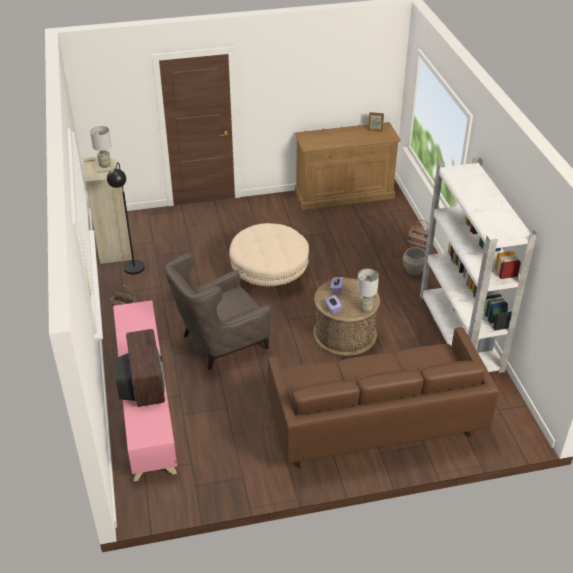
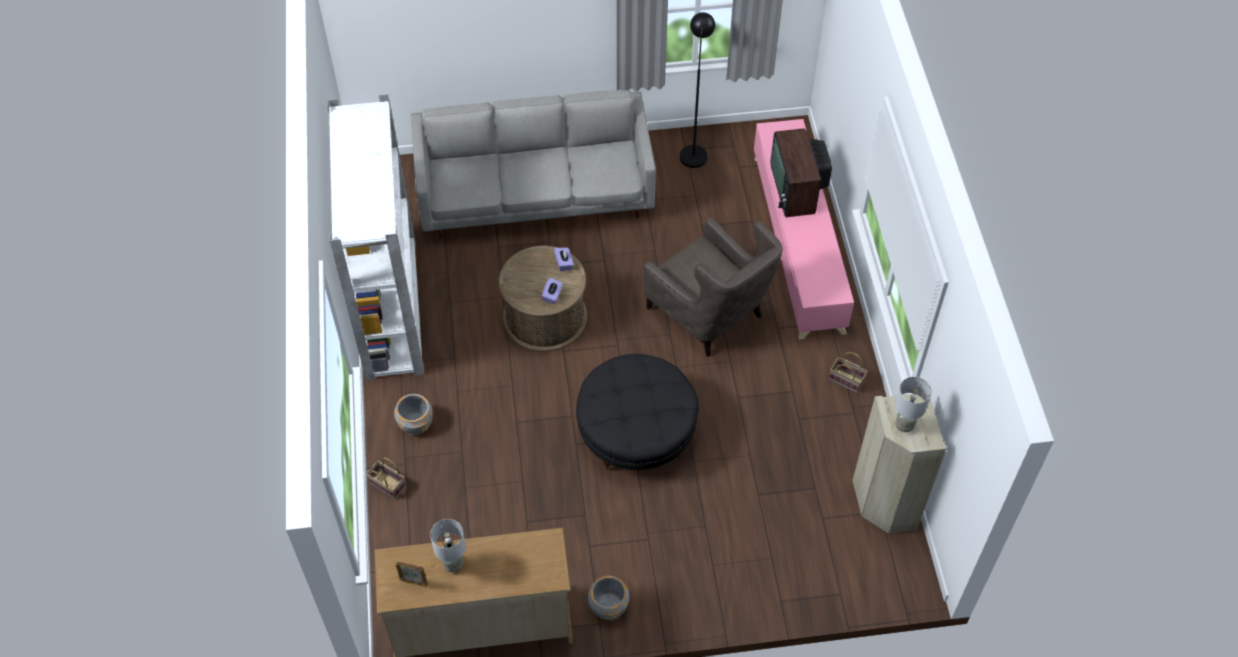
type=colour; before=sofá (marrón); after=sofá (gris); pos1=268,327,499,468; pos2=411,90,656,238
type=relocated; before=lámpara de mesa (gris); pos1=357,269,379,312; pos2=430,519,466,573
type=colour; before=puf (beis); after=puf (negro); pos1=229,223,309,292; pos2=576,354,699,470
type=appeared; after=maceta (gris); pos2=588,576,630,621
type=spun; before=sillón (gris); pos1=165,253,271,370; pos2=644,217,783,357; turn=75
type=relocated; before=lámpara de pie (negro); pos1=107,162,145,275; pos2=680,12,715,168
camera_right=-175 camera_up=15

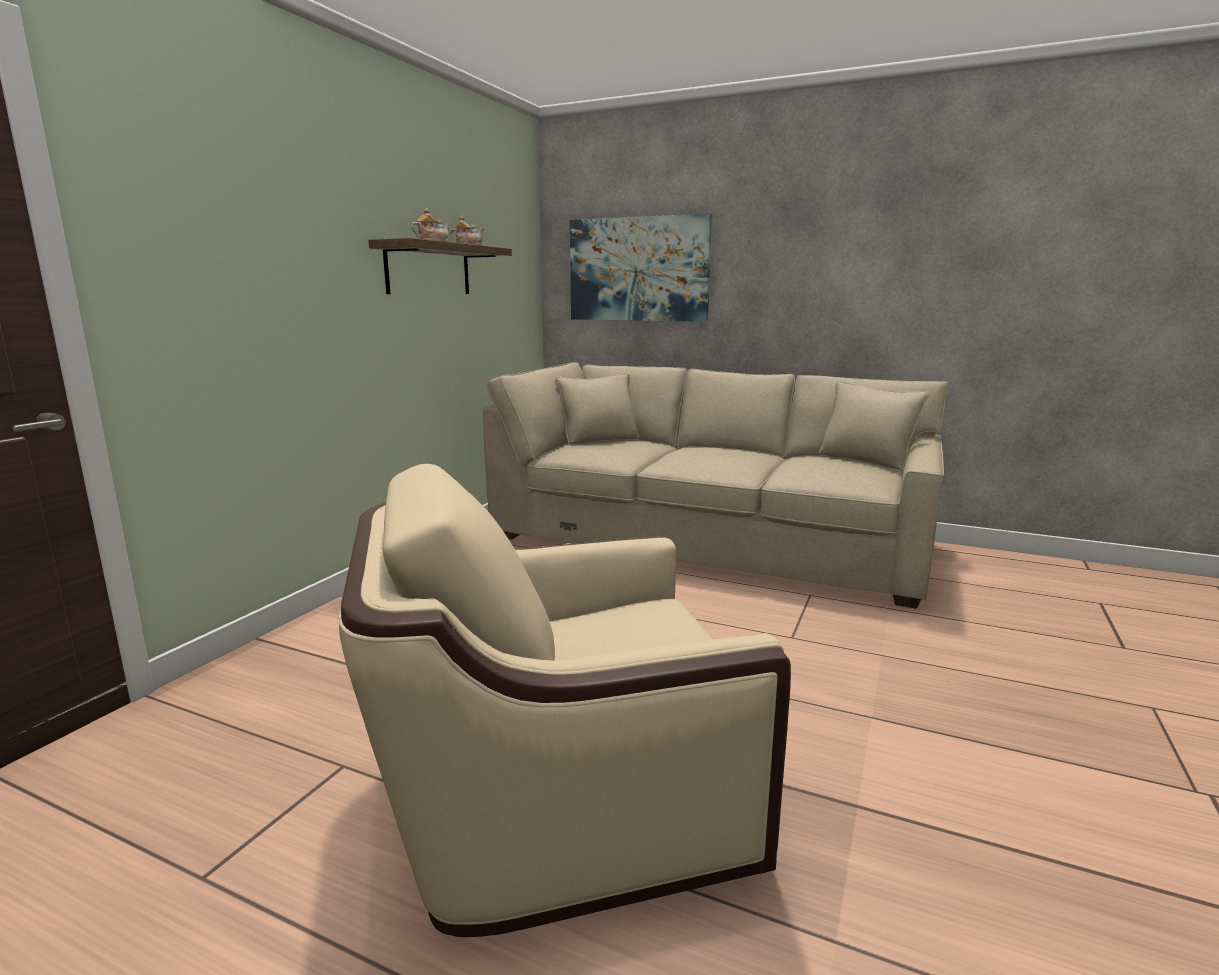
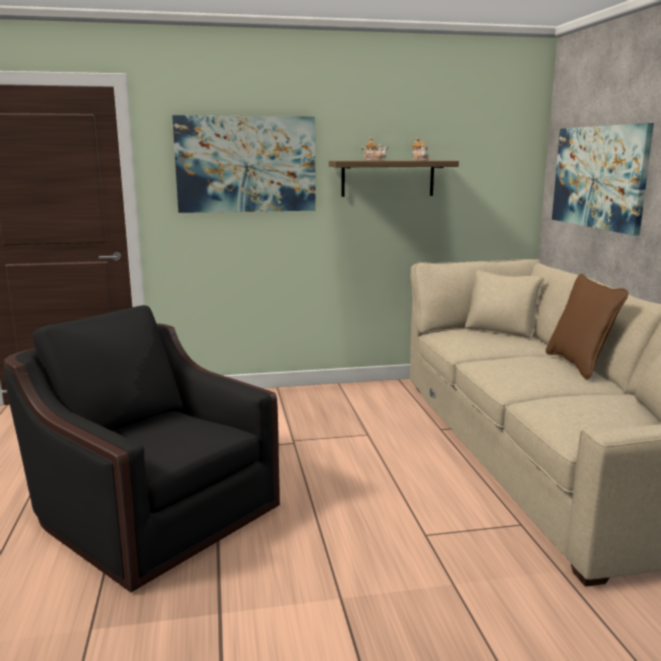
type=colour; before=sillón (beis); after=sillón (negro); pos1=339,464,791,937; pos2=4,305,280,592
type=appeared; after=cuadro; pos2=172,115,316,213
type=appeared; after=cojín (marrón); pos2=546,274,628,379
camera_right=55 camera_up=0

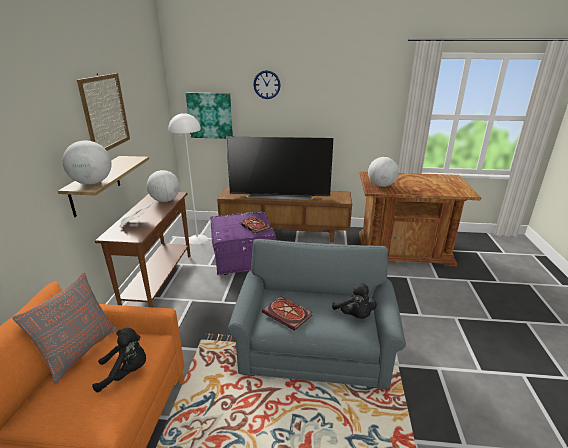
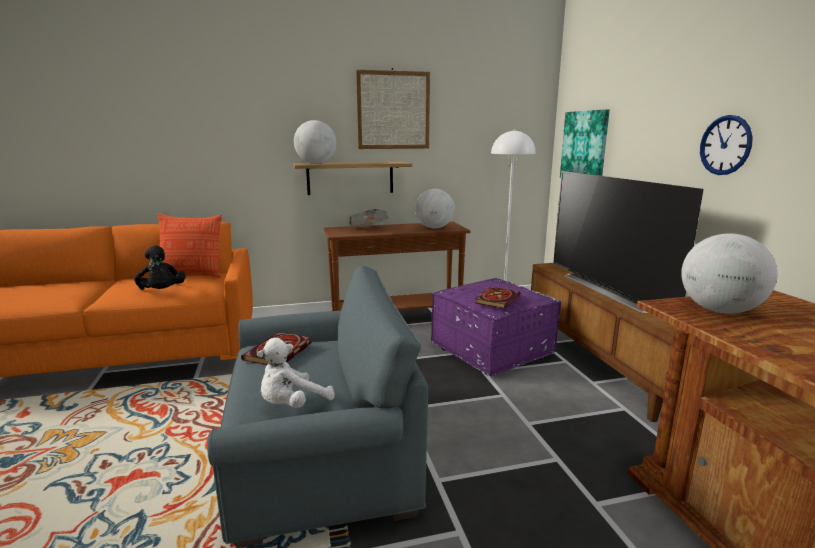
type=colour; before=cojín (gris); after=cojín (naranja); pos1=12,273,117,384; pos2=158,214,222,278
type=colour; before=peluche (negro); after=peluche (blanco); pos1=332,283,377,319; pos2=257,338,334,408
type=relocated; before=reloj de pared; pos1=253,70,281,99; pos2=700,115,753,175
camera_right=70 camera_up=-10

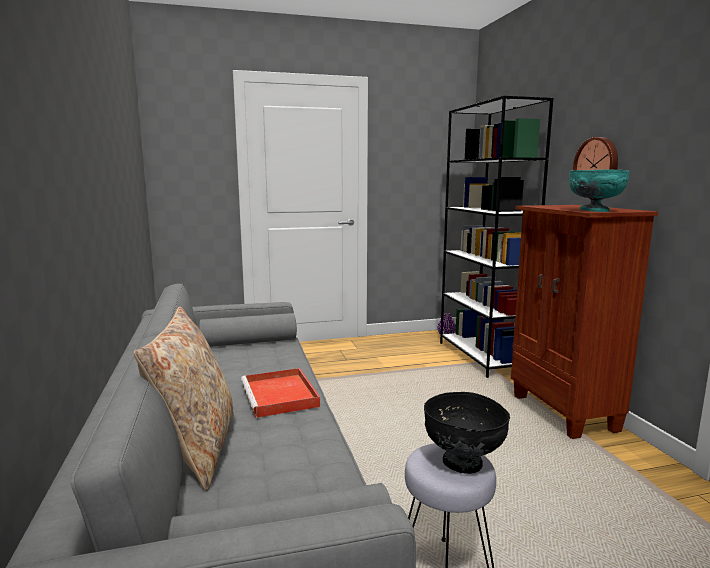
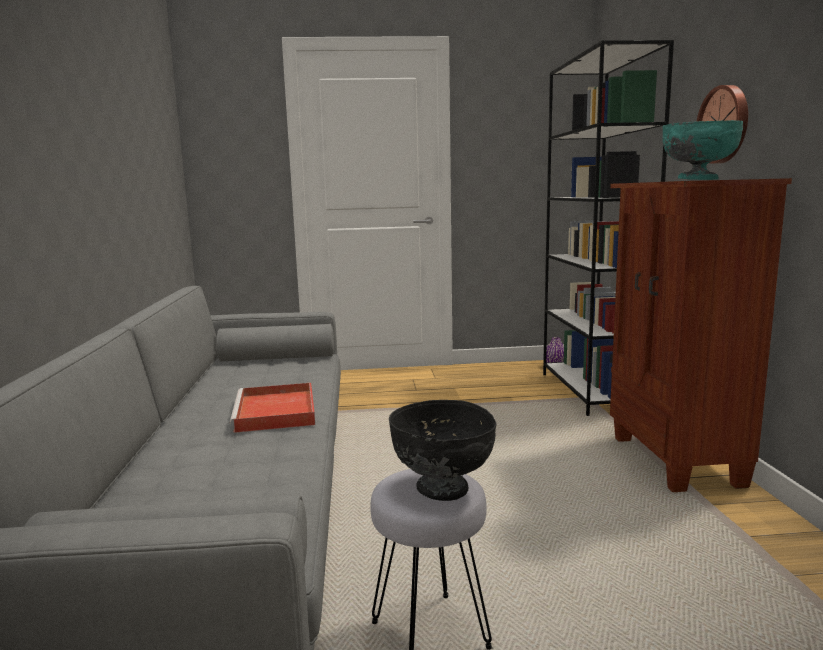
type=missing; before=cojín (beis); pos1=134,306,234,491
camera_right=10 camera_up=0

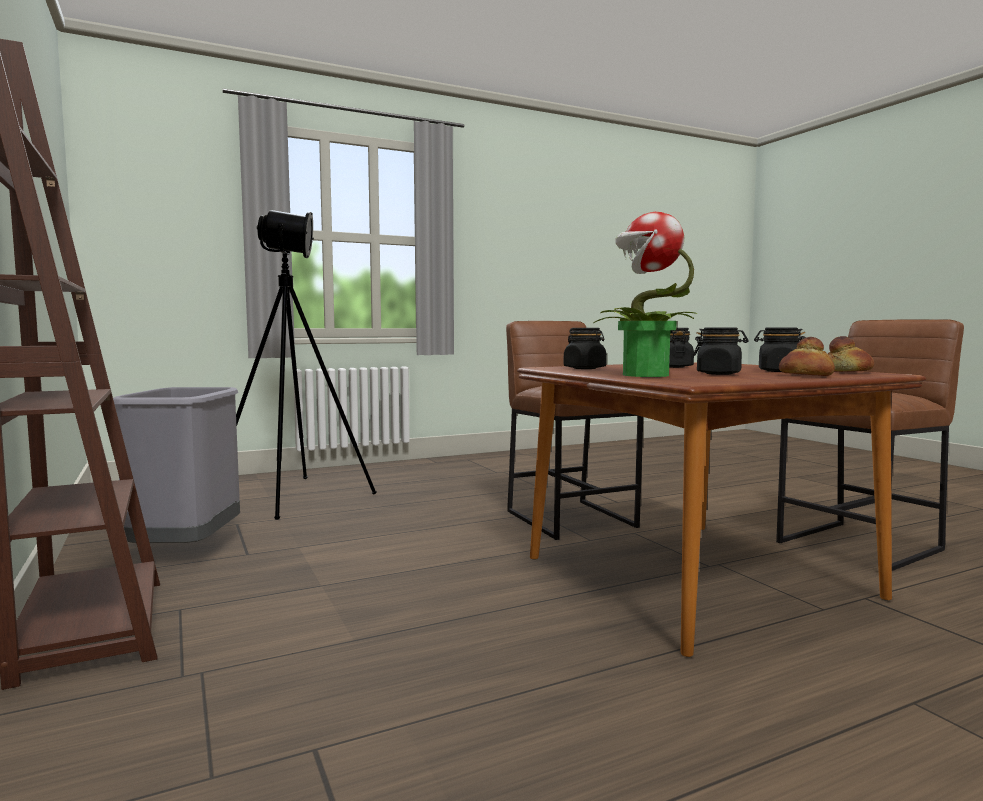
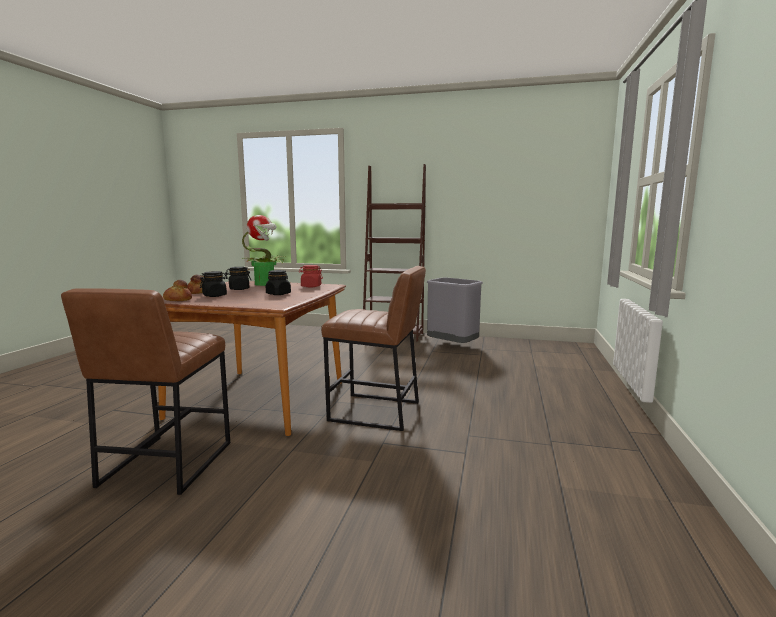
type=colour; before=tarro (negro); after=tarro (rojo); pos1=564,328,607,369; pos2=299,265,323,287
type=missing; before=lámpara de pie (negro); pos1=236,210,377,520
camera_right=130 camera_up=5

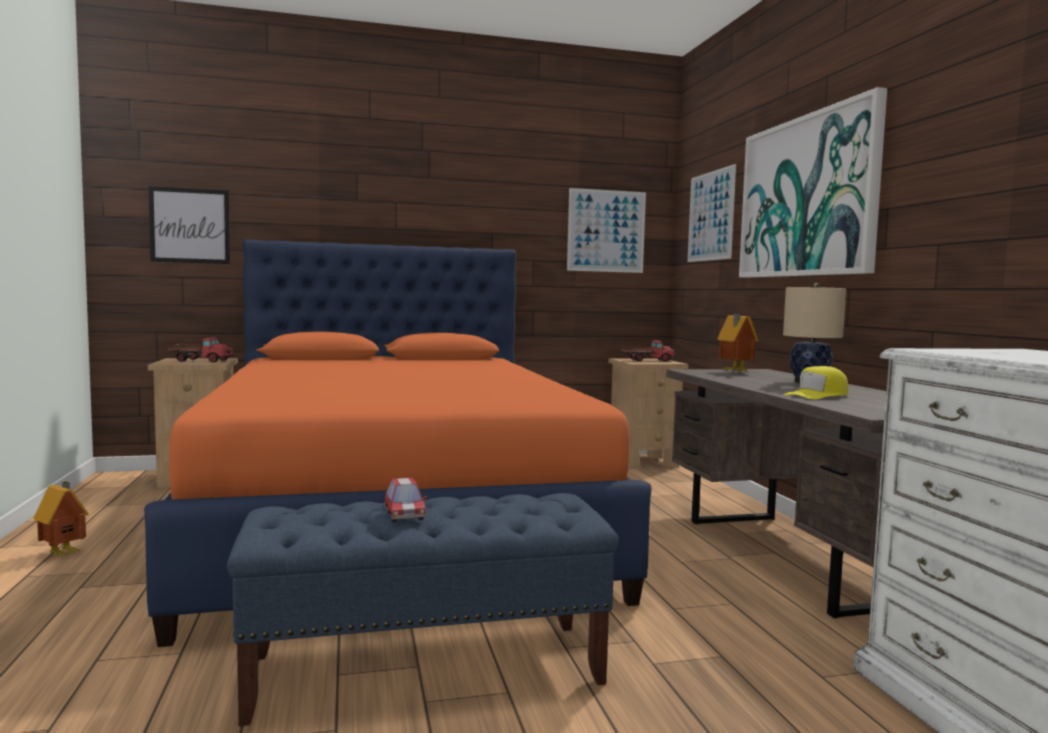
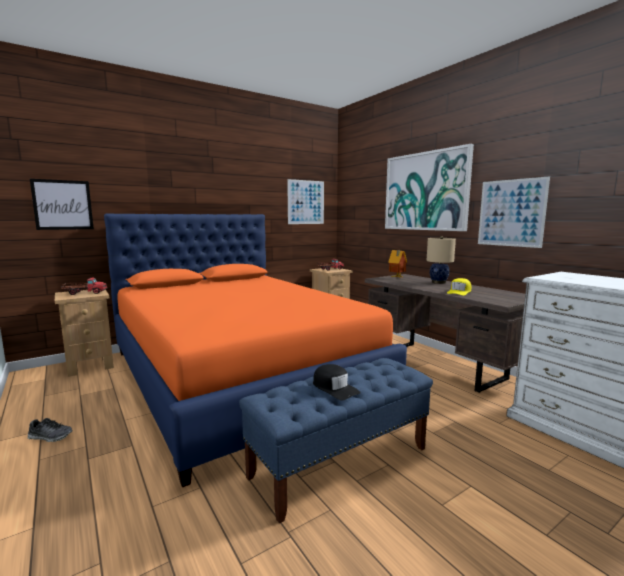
type=exchanged; before=casita; after=zapato; pos1=34,481,89,557; pos2=27,418,73,442
type=exchanged; before=coche de juguete; after=gorra (negro); pos1=385,478,427,522; pos2=313,364,361,401
type=relocated; before=cuadro; pos1=688,164,736,262; pos2=478,176,550,248
camera_right=-20 camera_up=5

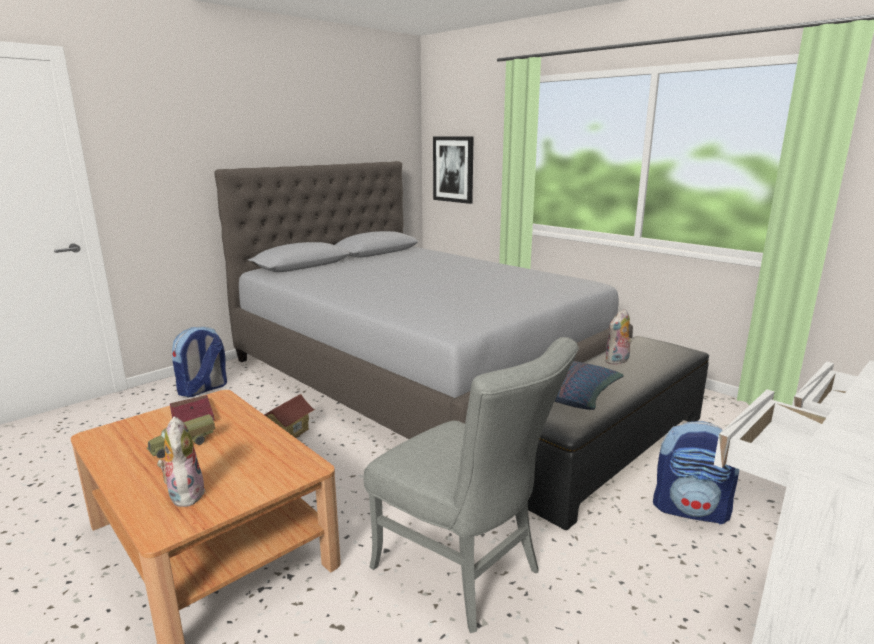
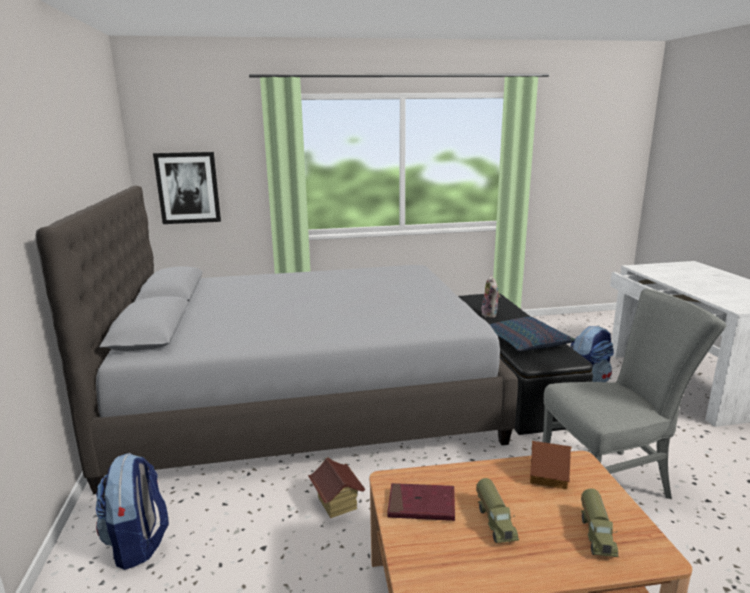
type=appeared; after=casita; pos2=530,441,572,489
type=exchanged; before=peluche; after=camión de juguete; pos1=157,416,205,507; pos2=581,489,619,557
camera_right=-55 camera_up=0

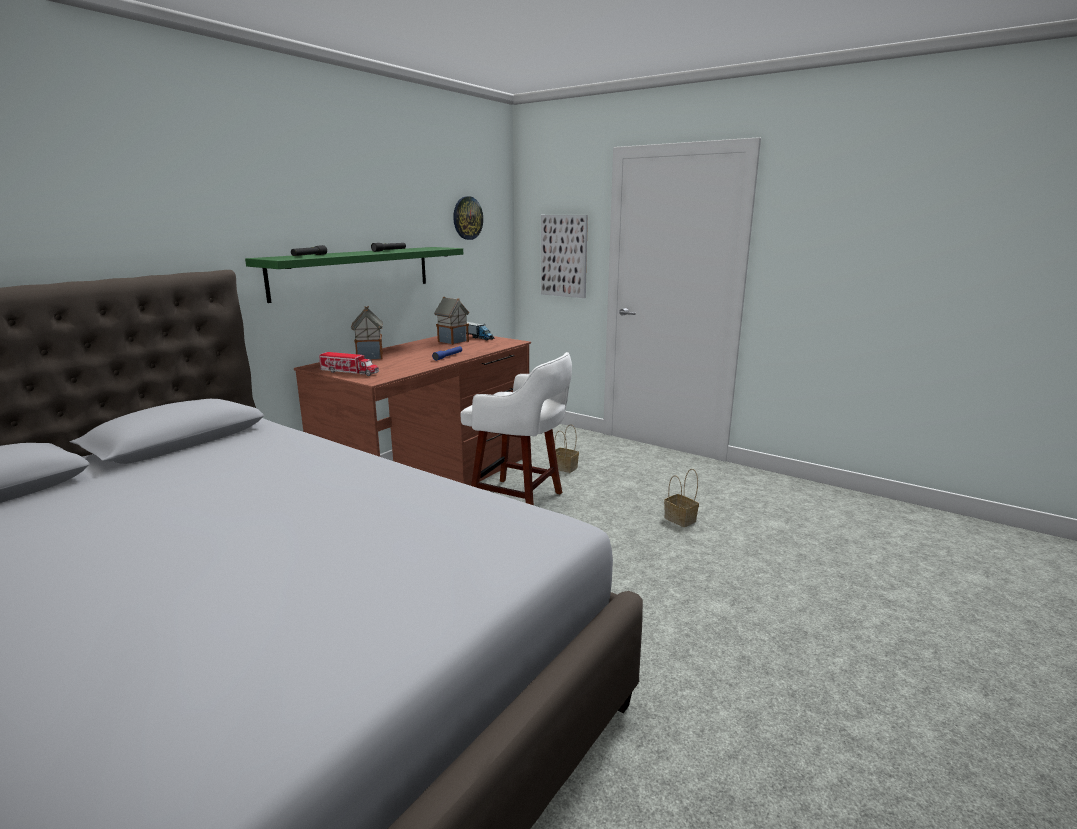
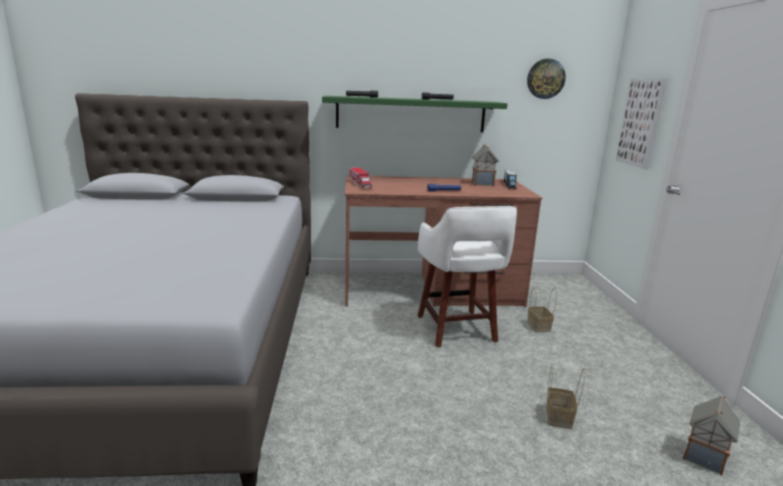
type=relocated; before=casita; pos1=351,306,383,359; pos2=683,396,740,475
camera_right=50 camera_up=0

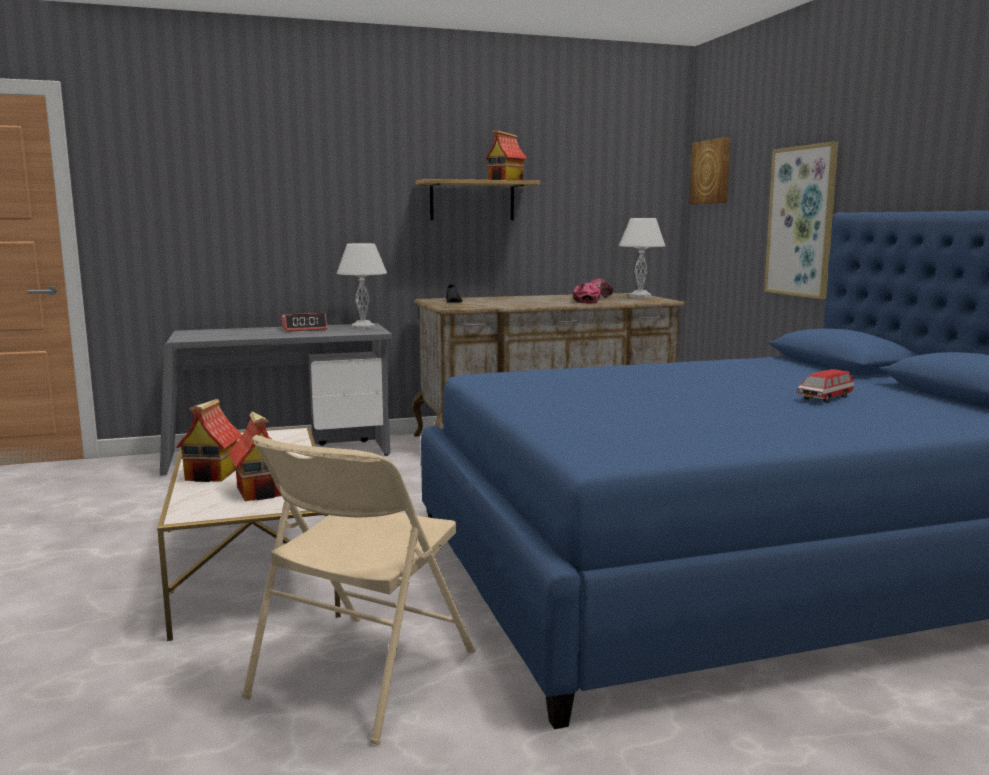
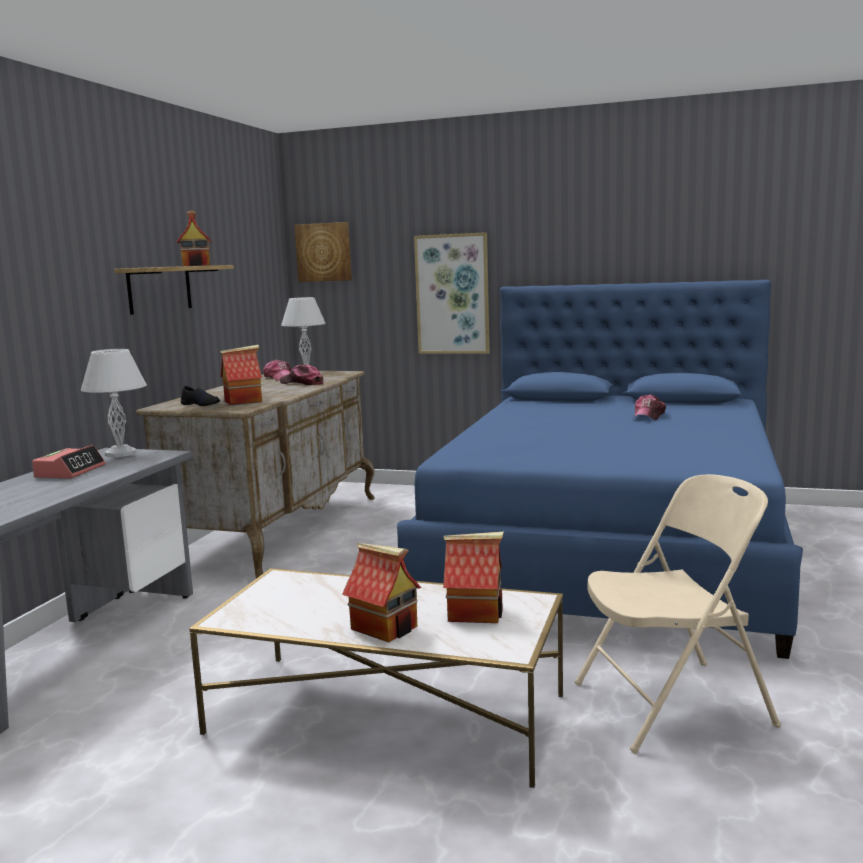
type=appeared; after=casita; pos2=220,345,262,405
type=spun; before=silla (beis); pos1=242,435,475,746; pos2=575,474,781,754; turn=-75
type=exchanged; before=coche de juguete; after=gorra; pos1=796,369,854,403; pos2=633,394,666,420
camera_right=-55 camera_up=0

